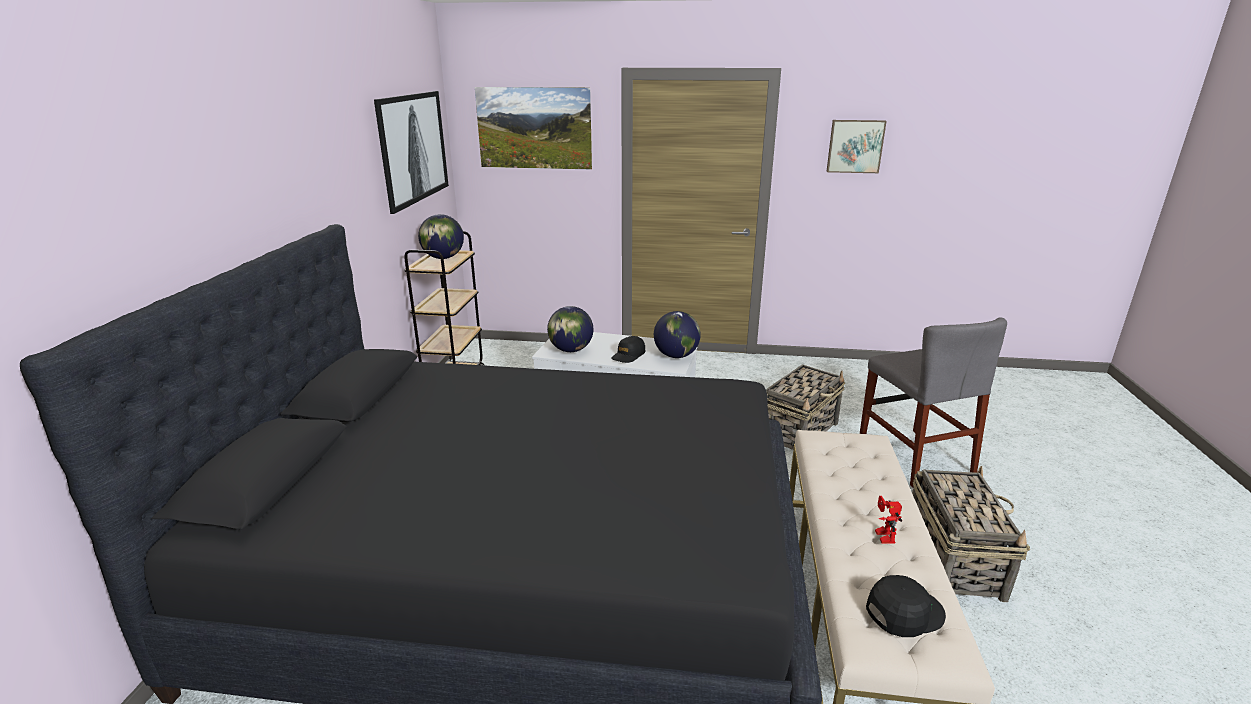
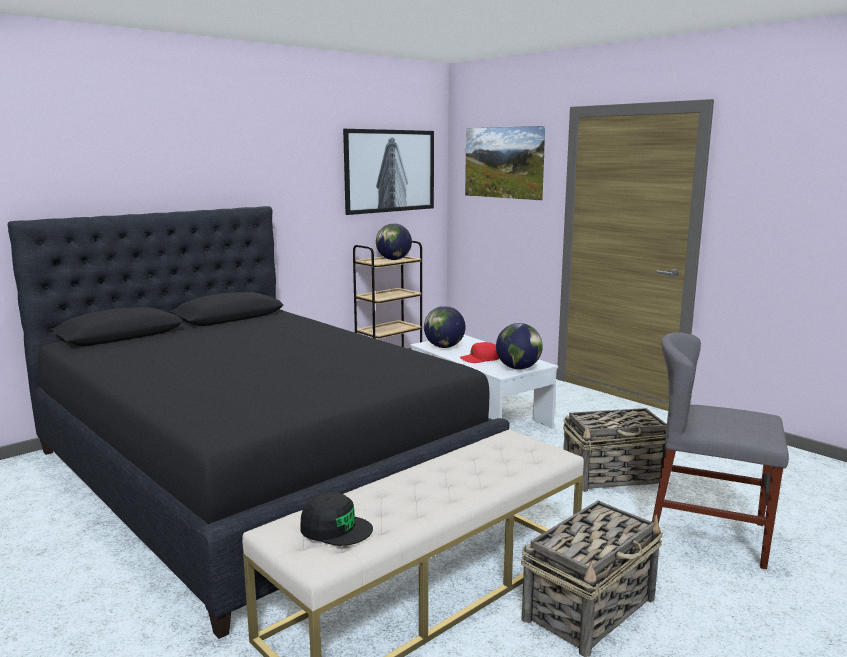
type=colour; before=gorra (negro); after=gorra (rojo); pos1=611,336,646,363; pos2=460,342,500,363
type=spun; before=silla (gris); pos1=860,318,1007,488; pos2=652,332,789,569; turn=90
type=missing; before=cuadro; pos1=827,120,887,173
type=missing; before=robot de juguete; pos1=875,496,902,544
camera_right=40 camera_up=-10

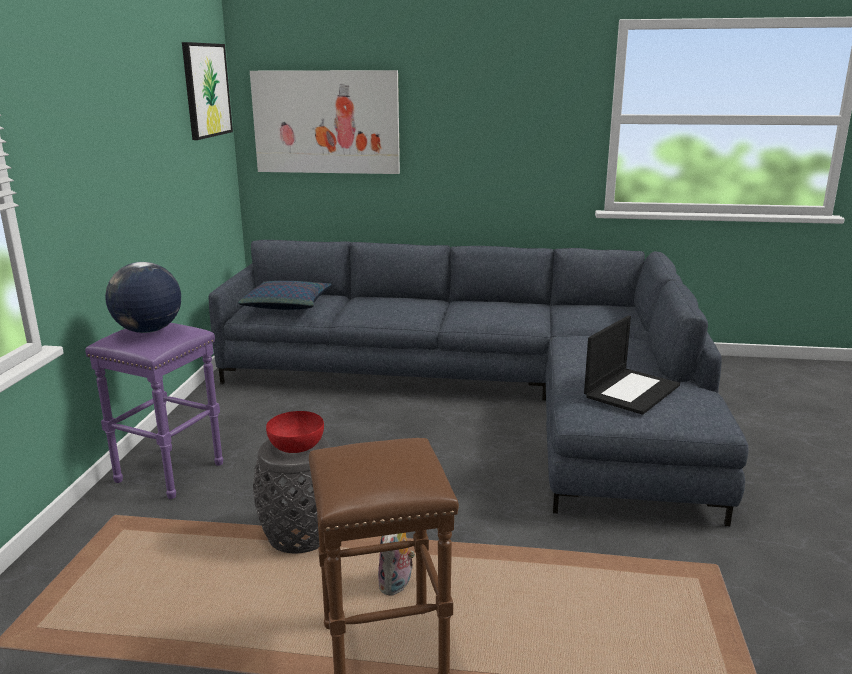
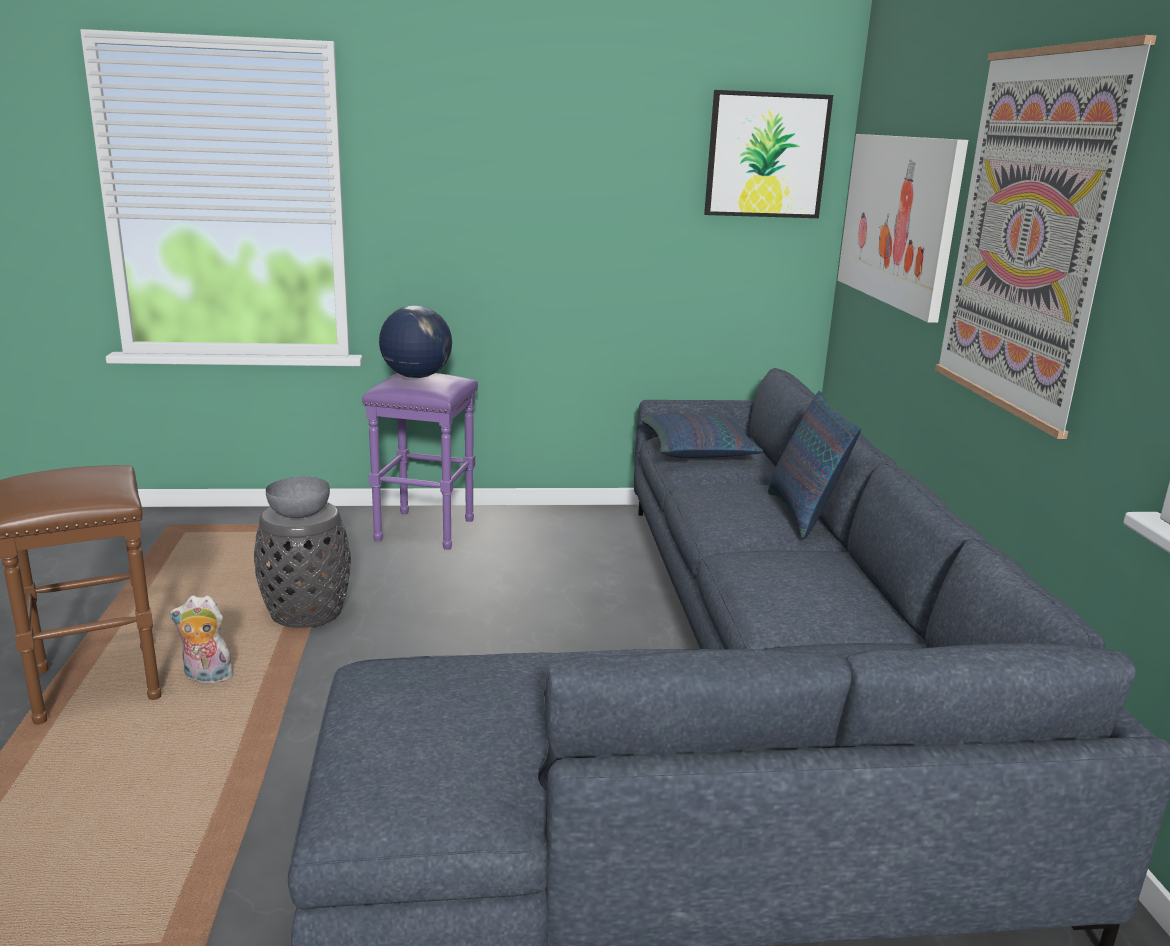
type=colour; before=cuenco (rojo); after=cuenco (gris); pos1=266,411,324,453; pos2=266,477,330,518
type=appeared; after=cojín (azul); pos2=768,391,861,539
type=appeared; after=cuadro; pos2=935,35,1157,439
type=missing; before=portátil; pos1=584,316,680,415
camera_right=75 camera_up=0

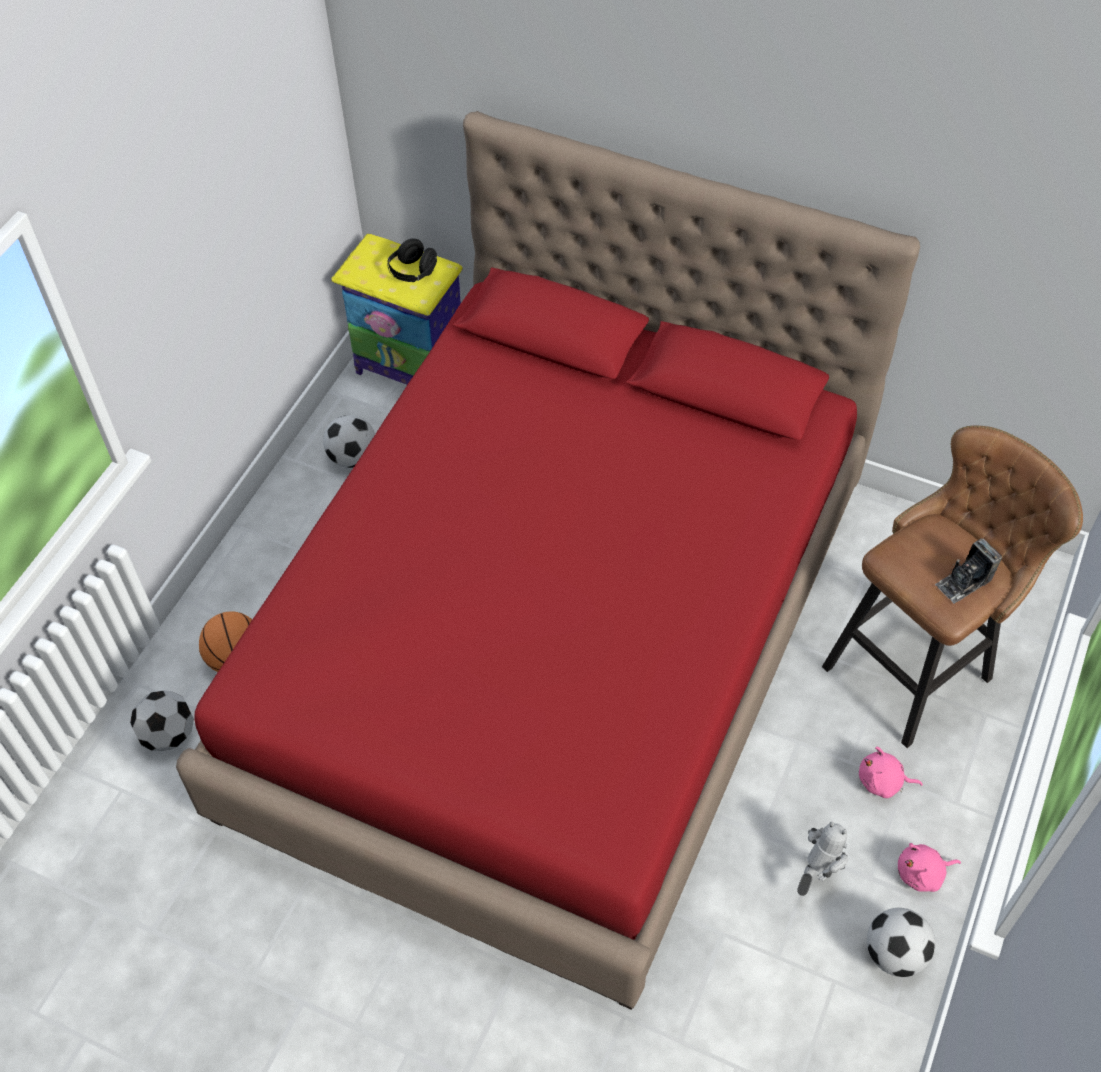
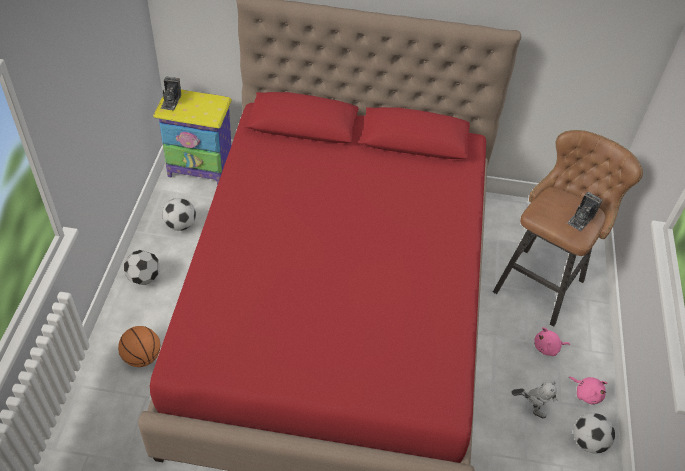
type=relocated; before=balón de fútbol; pos1=130,691,194,751; pos2=124,250,159,285
type=appeared; after=cámara; pos2=160,77,181,111
type=spun; before=robot de juguete; pos1=797,822,848,896; pos2=512,382,558,419; turn=90
type=spun; before=peluche (rosa); pos1=898,843,961,892; pos2=569,376,608,405; turn=-105
type=missing; before=auriculares (negro); pos1=387,238,437,282
camera_right=-20 camera_up=-5

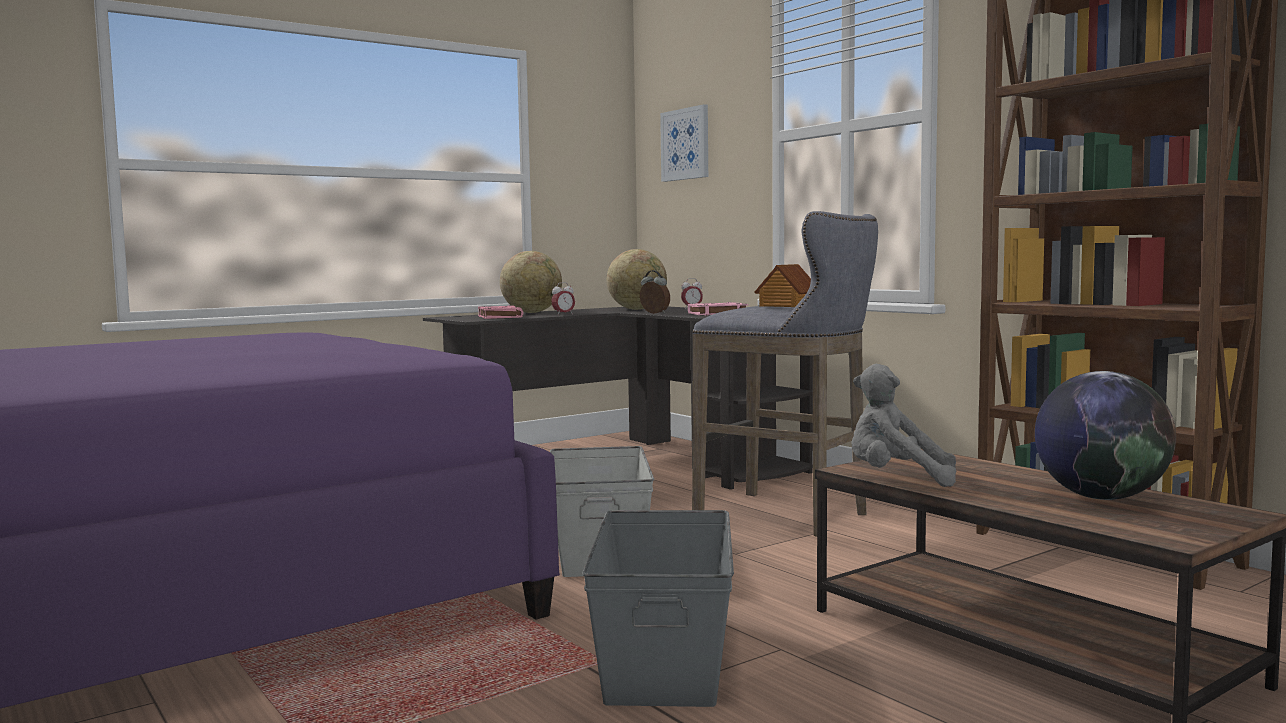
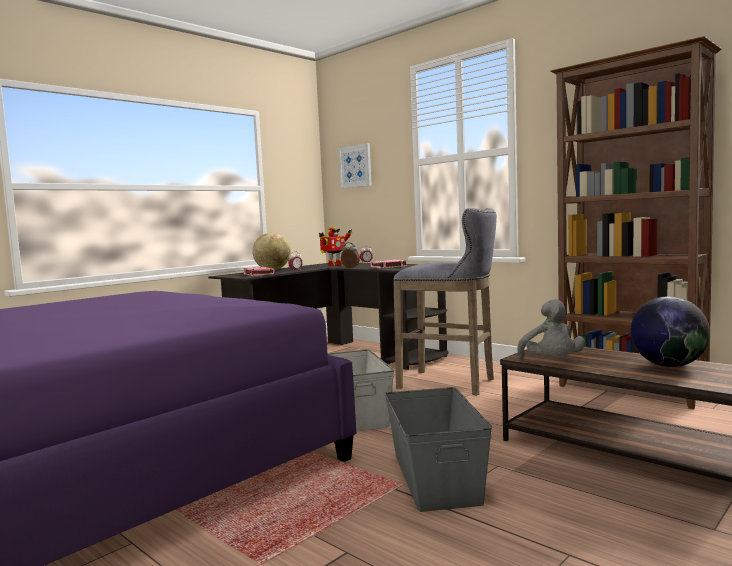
type=exchanged; before=globo terráqueo; after=robot de juguete; pos1=607,249,667,310; pos2=319,227,353,266
type=spun; before=peluche (gris); pos1=852,364,956,487; pos2=517,299,585,358; turn=-105
type=missing; before=casita; pos1=754,264,811,307
camera_right=-10 camera_up=0

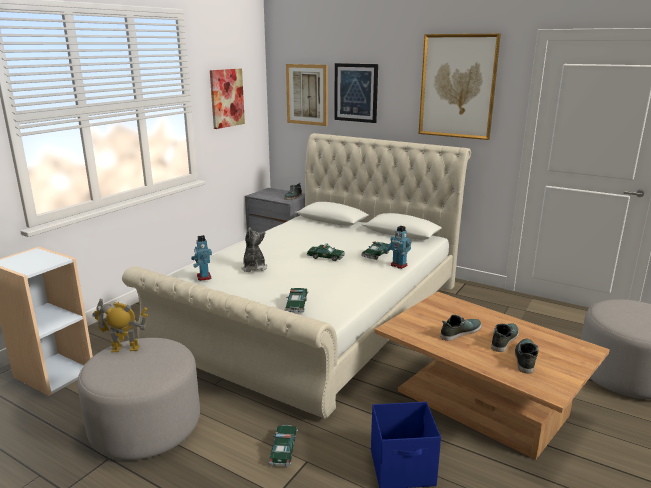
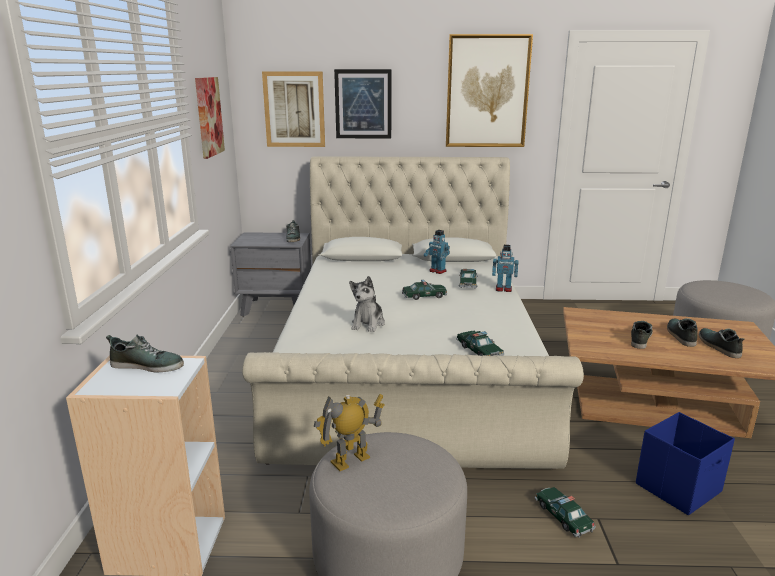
type=appeared; after=zapato; pos2=106,335,184,372
type=spun; before=peluche; pos1=241,227,267,272; pos2=349,276,385,332; turn=-120
type=relocated; before=robot de juguete; pos1=191,235,212,281; pos2=424,230,450,274
camera_right=-30 camera_up=0

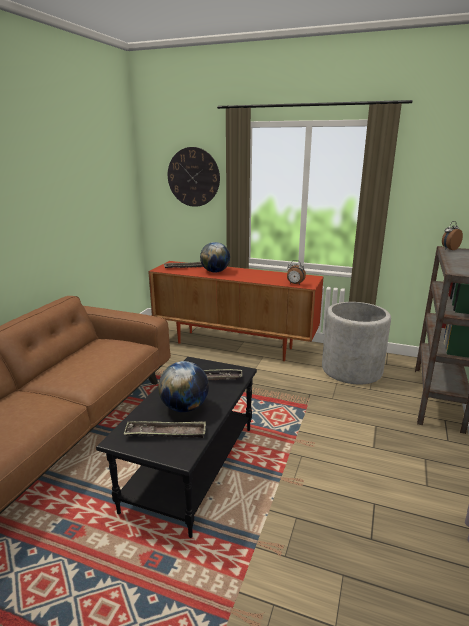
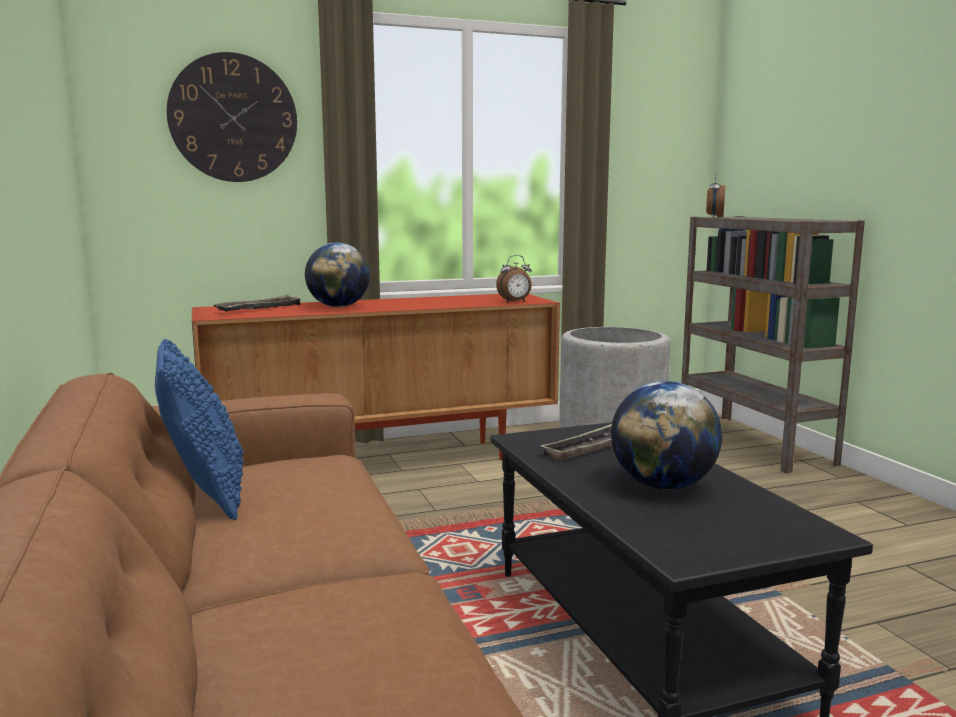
type=appeared; after=cojín (azul); pos2=155,339,244,520
type=missing; before=bandeja; pos1=124,421,206,438
camera_right=-40 camera_up=-10

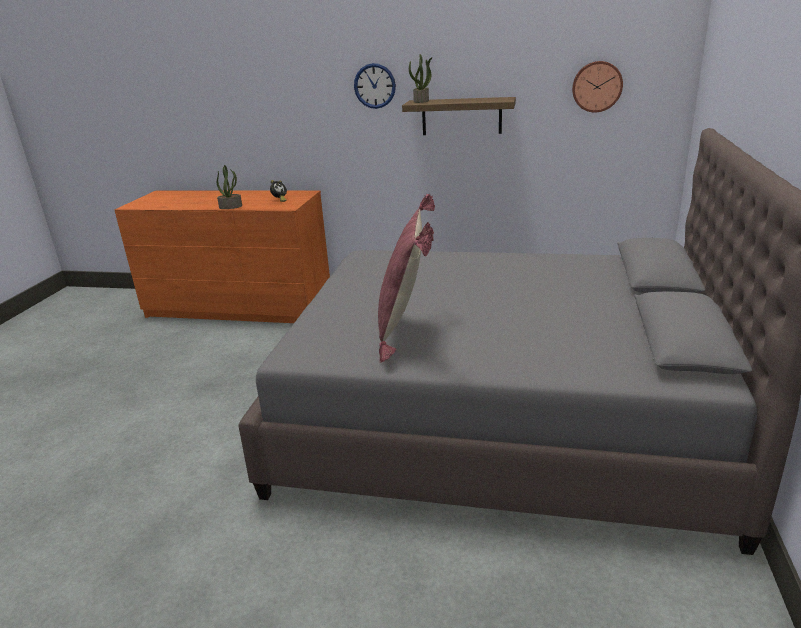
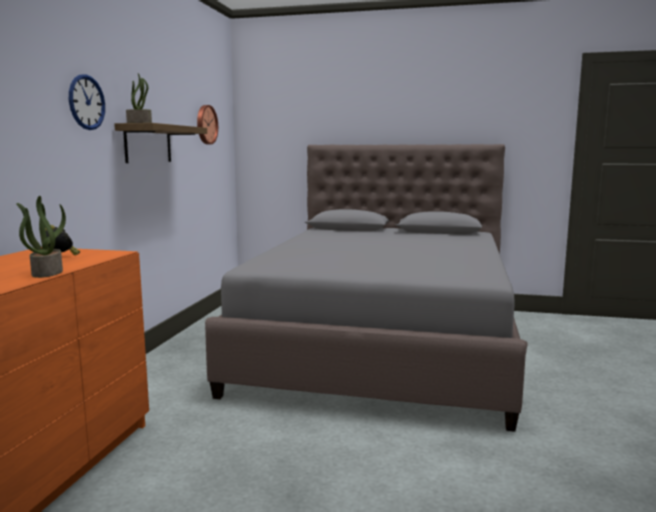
type=missing; before=cojín (rojo); pos1=378,194,435,363
camera_right=-90 camera_up=-15

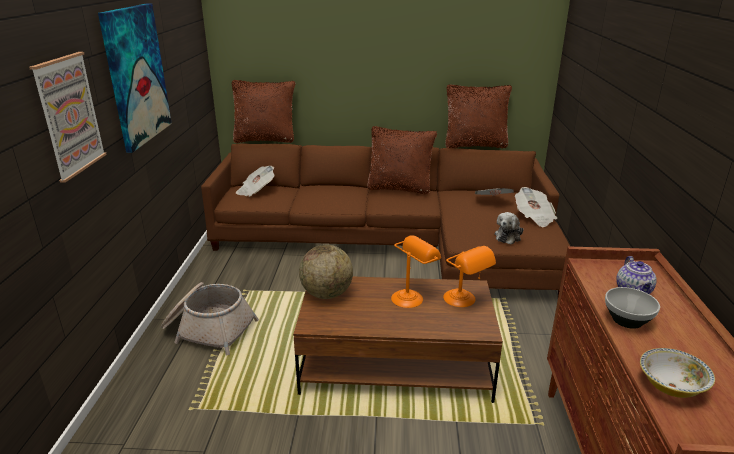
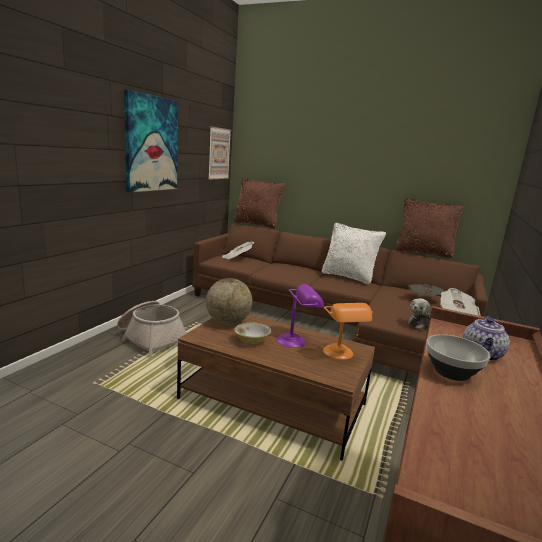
type=relocated; before=cuadro; pos1=29,52,107,183; pos2=208,126,232,180
type=relocated; before=cuenco; pos1=640,348,715,398; pos2=234,322,271,344
type=colour; before=lámpara de mesa (naranja); after=lámpara de mesa (morado); pos1=391,235,441,308; pos2=276,284,324,348
type=colour; before=cojín (marrón); after=cojín (blanco); pos1=367,126,437,195; pos2=322,223,386,284
camera_right=20 camera_up=-10

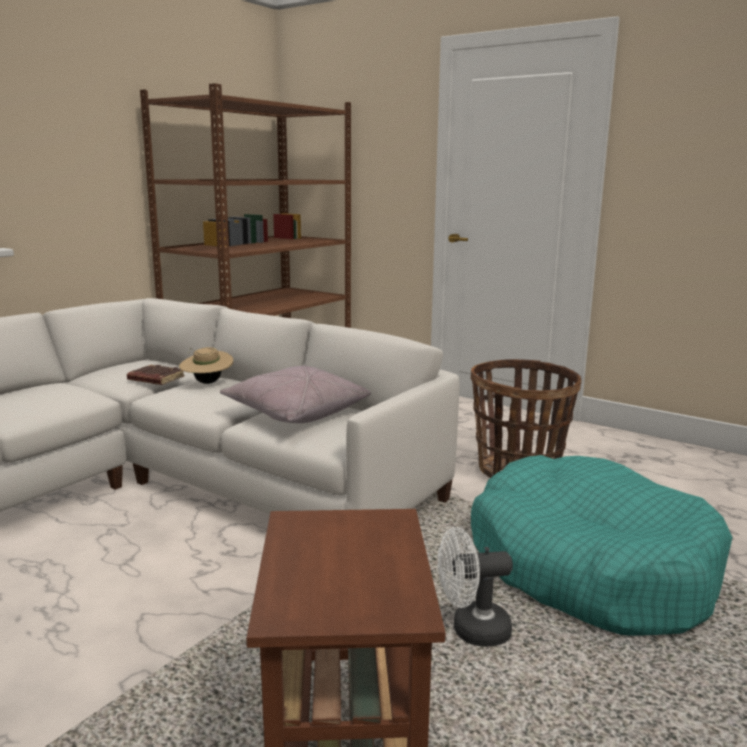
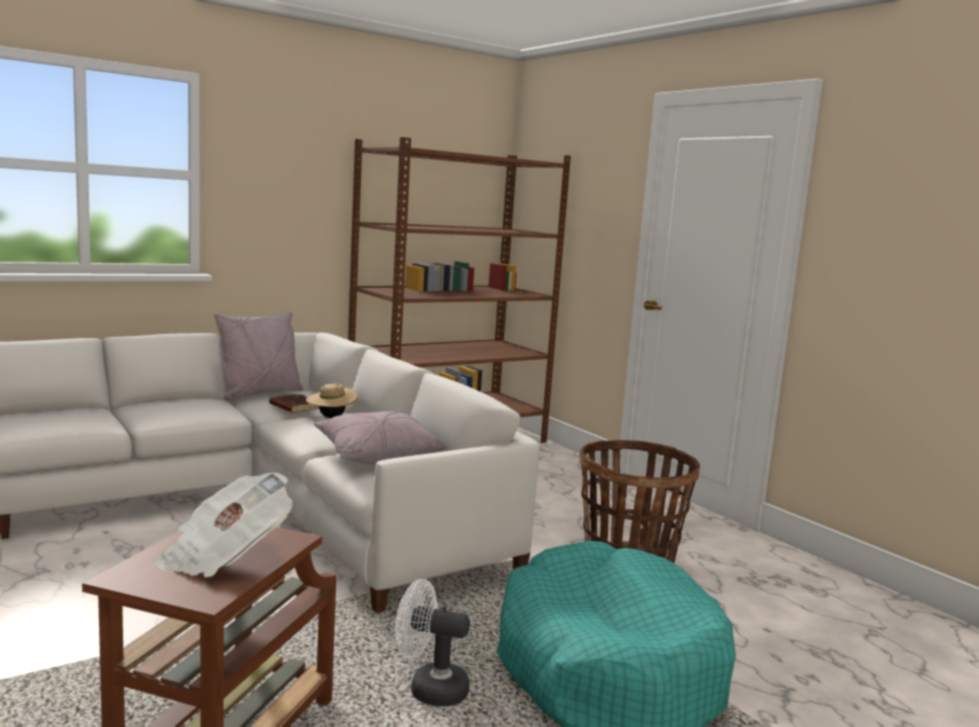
type=appeared; after=periódico; pos2=155,473,293,577
type=appeared; after=cojín (morado); pos2=214,312,303,401
camera_right=20 camera_up=-5

